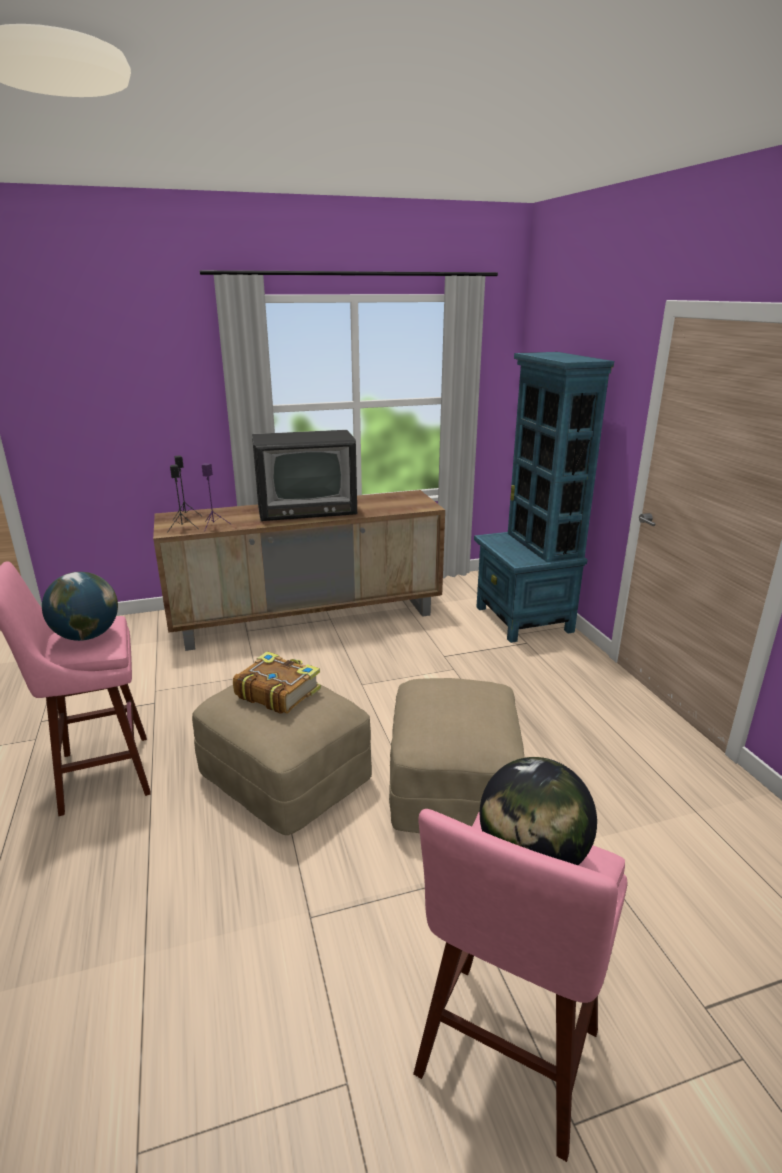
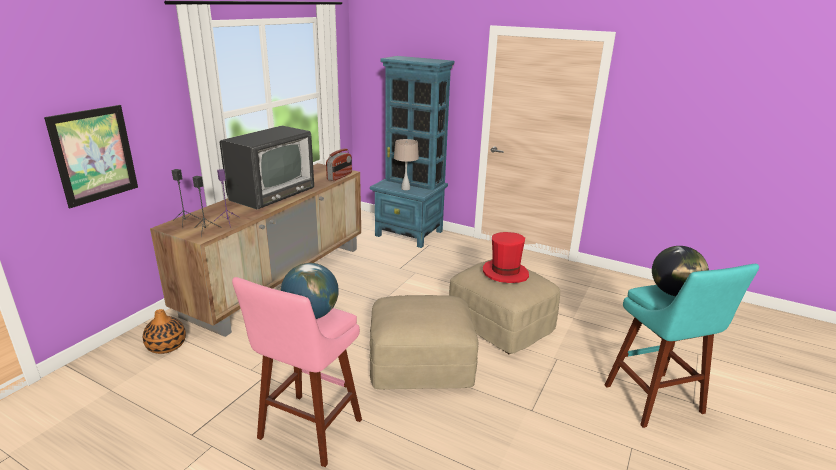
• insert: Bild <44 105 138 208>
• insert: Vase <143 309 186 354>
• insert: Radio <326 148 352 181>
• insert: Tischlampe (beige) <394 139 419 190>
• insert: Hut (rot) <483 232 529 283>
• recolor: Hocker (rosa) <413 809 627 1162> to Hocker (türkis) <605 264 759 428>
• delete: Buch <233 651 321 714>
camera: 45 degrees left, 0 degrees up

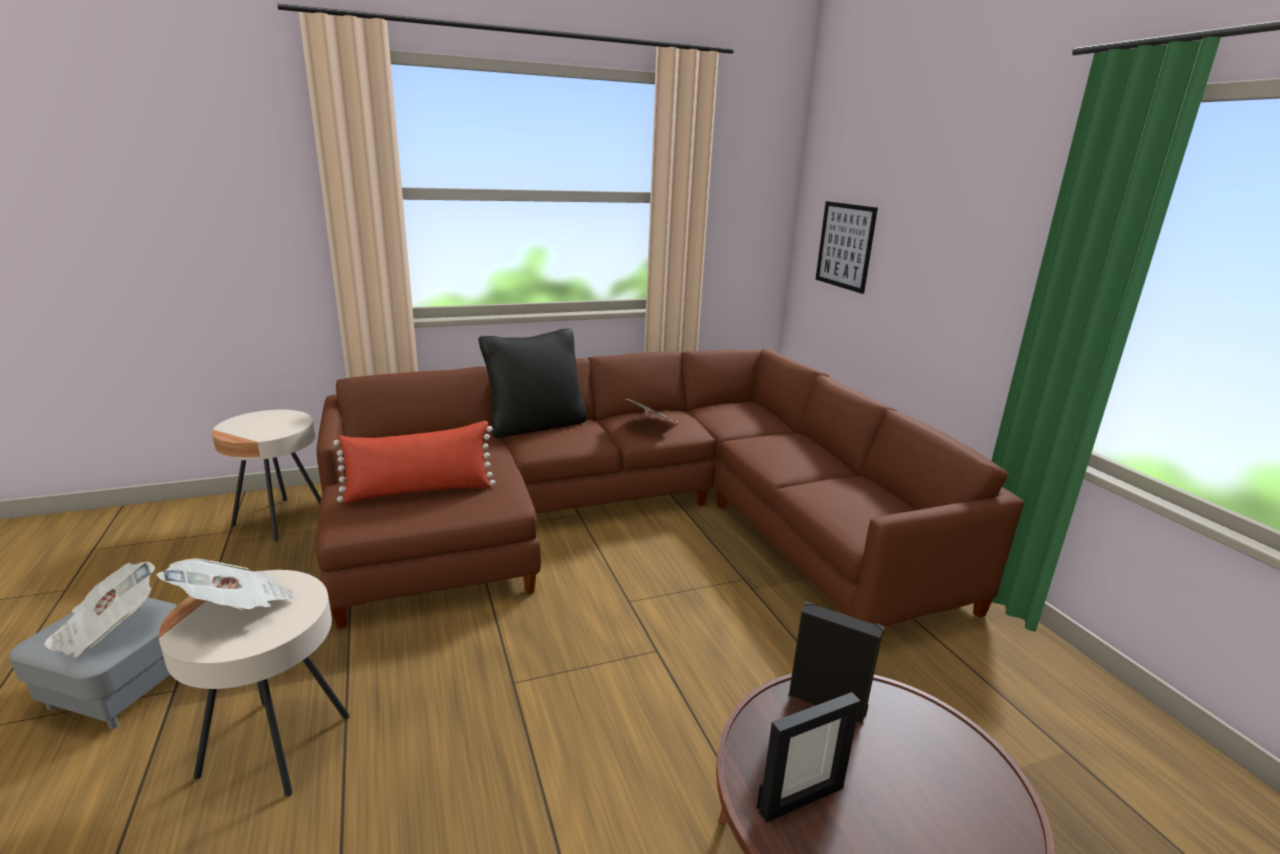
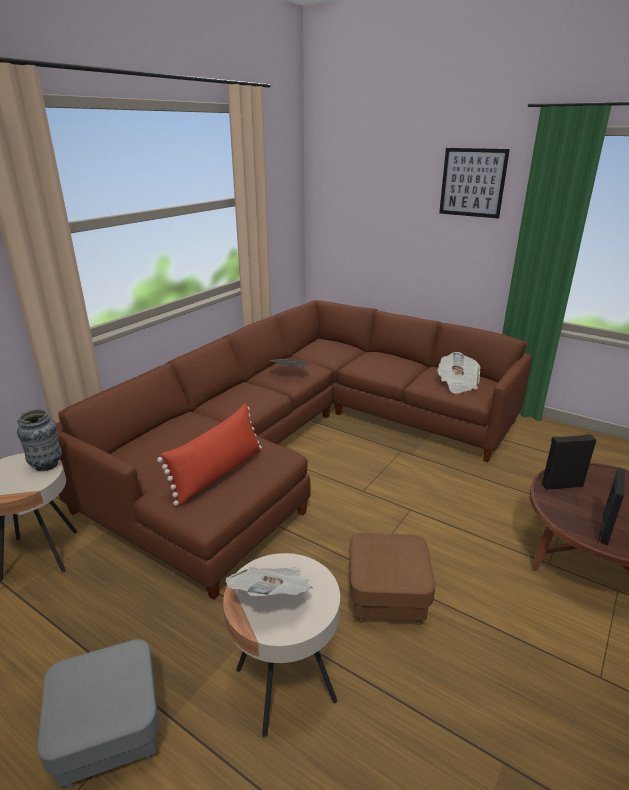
• insert: Vase <17 409 62 471>
• insert: Polsterhocker (braun) <349 533 435 625>
• move: Zeitung <44 562 156 657> to <437 352 481 394>
• move: Bild <816 201 878 294> to <439 148 510 219>
• delete: Kissen (schwarz) <478 328 587 438>
camera: 35 degrees left, 5 degrees up

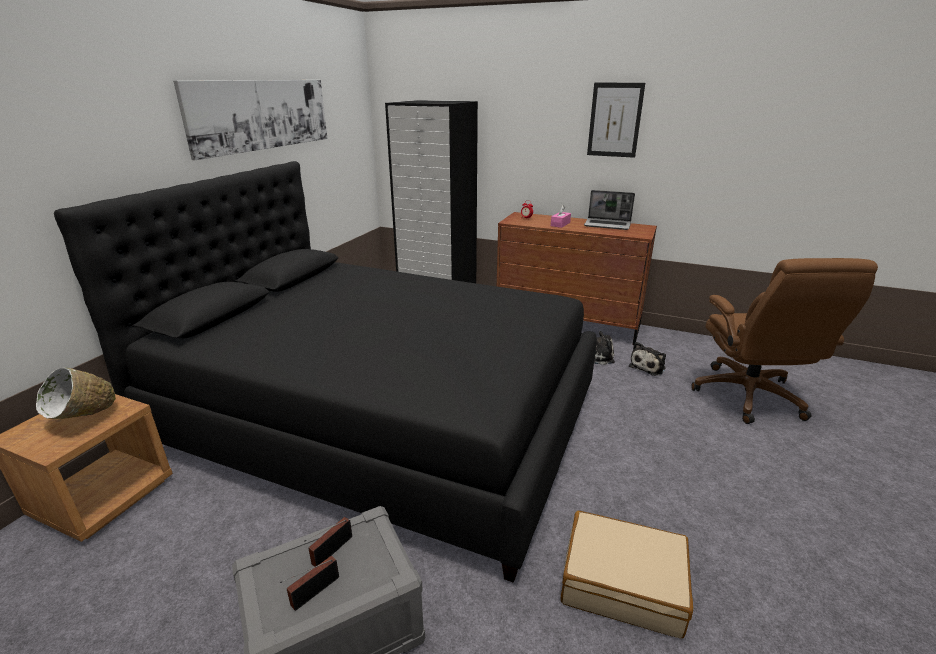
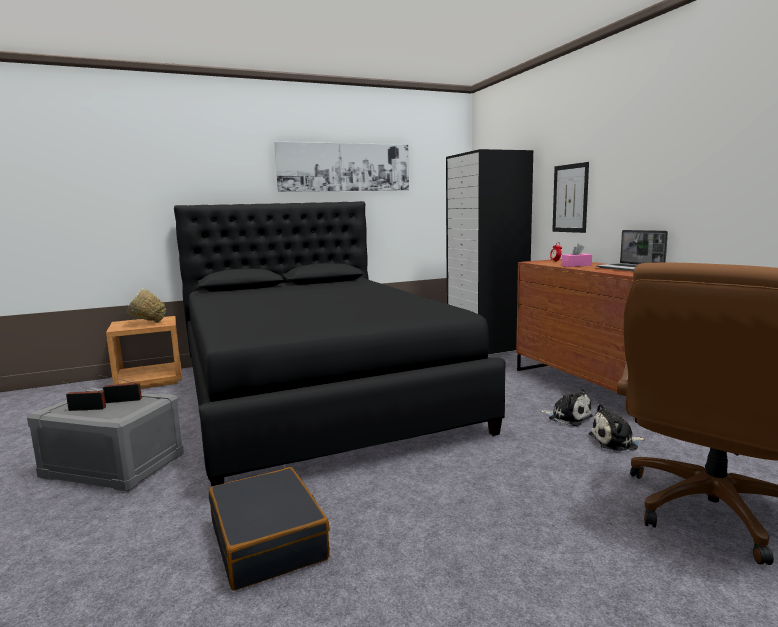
• recolor: Koffer (beige) <561 511 693 638> to Koffer (schwarz) <209 467 330 591>
• move: Bild <587 83 645 158> to <552 162 589 233>
camera: 45 degrees right, 15 degrees down

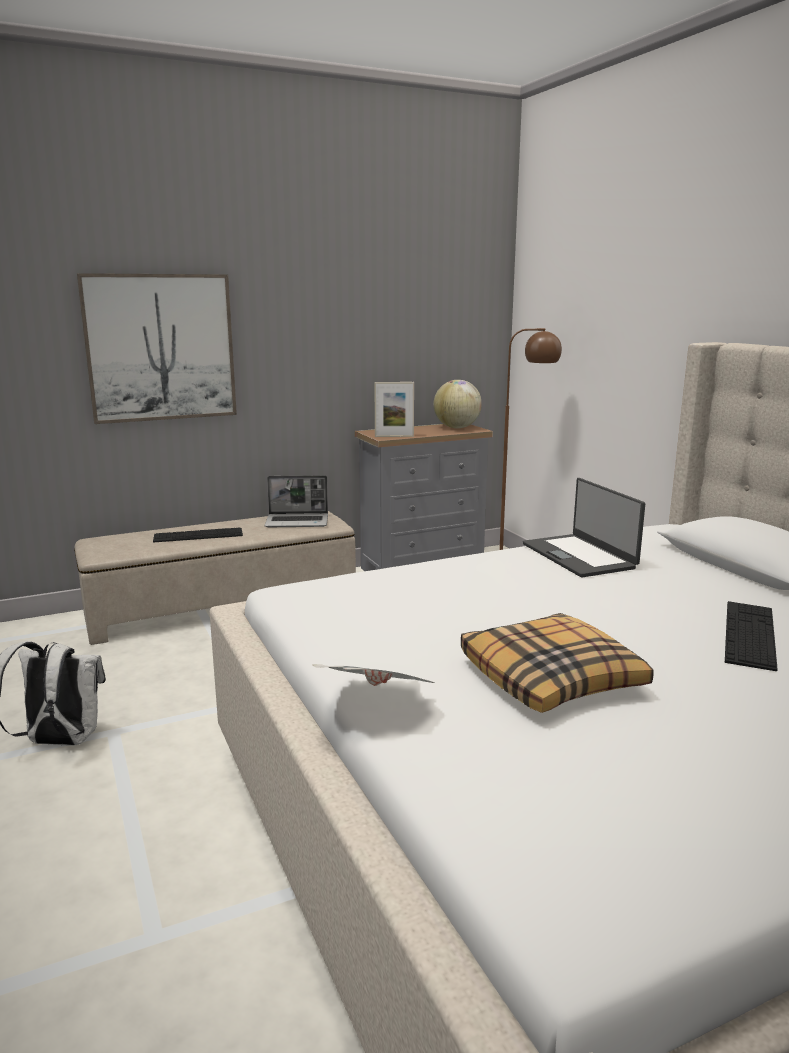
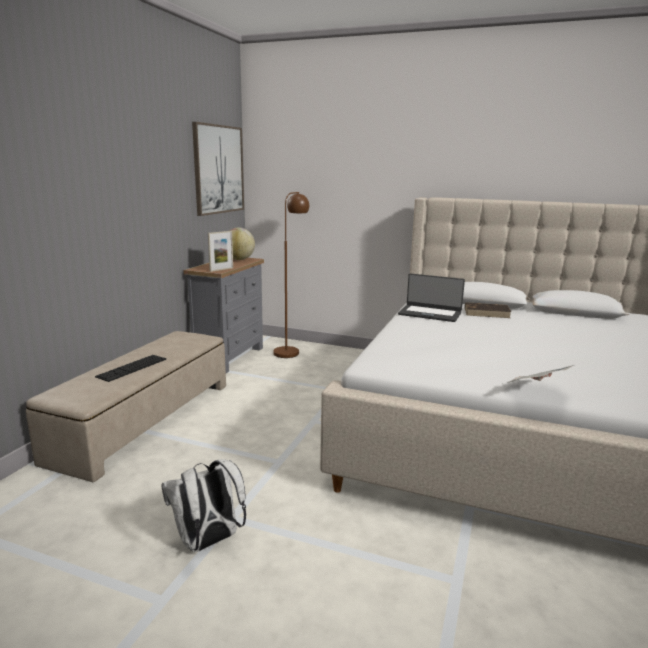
• move: Bild <77 273 237 424> to <192 122 244 216>
• insert: Buch (braun) <465 302 511 318>
• delete: Laptop <265 475 328 527>
• delete: Kissen <461 613 654 713>
• delete: Tastatur <725 601 778 671>
camera: 45 degrees left, 0 degrees up

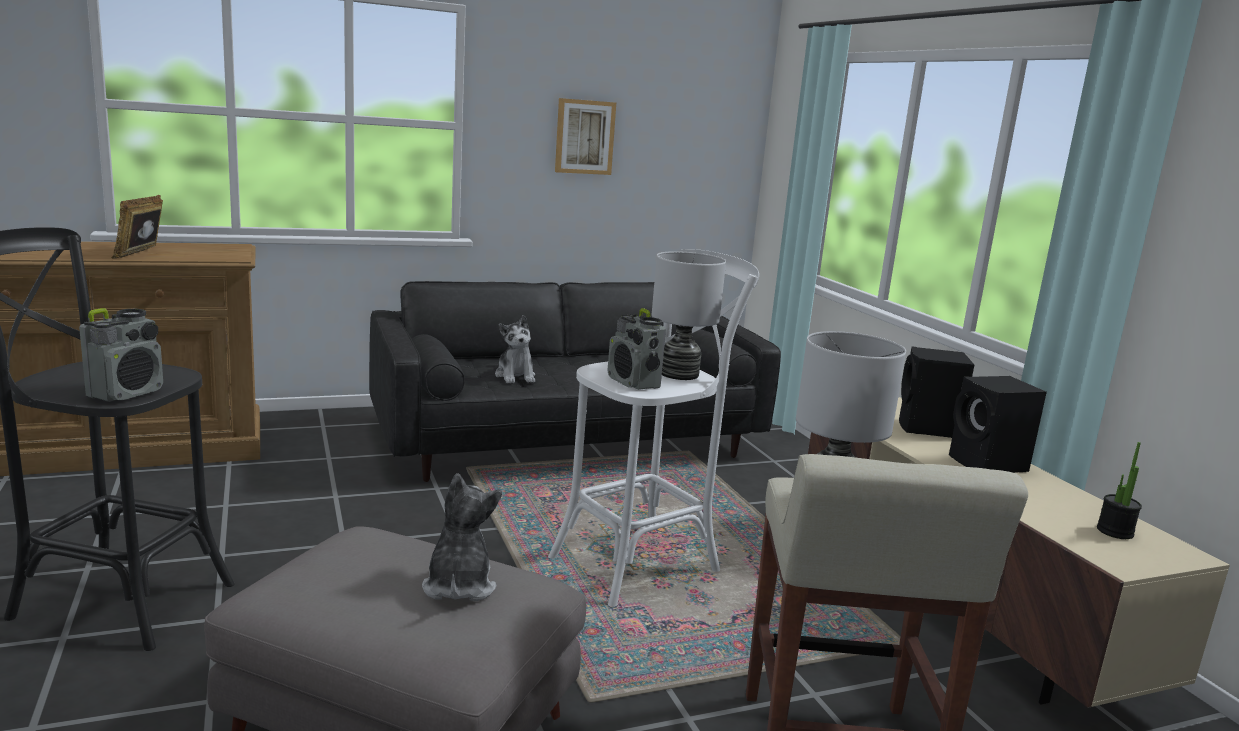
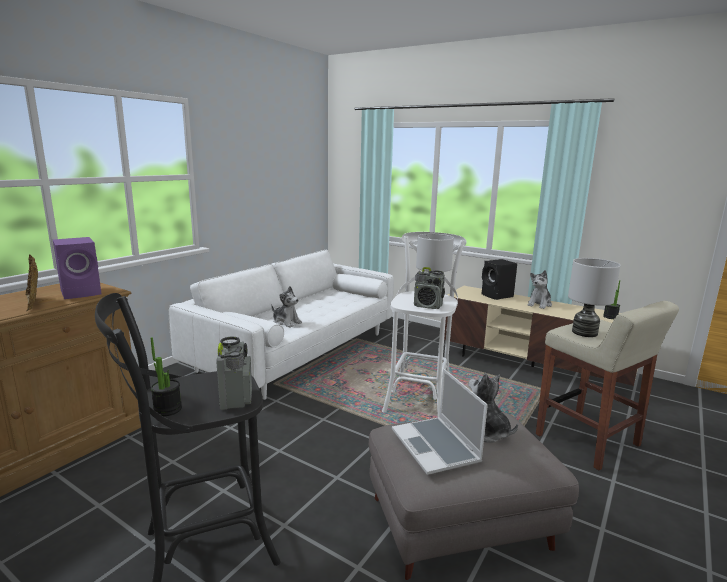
• insert: Lautsprecher (lila) <53 237 102 299>
• insert: Topfpflanze <151 337 182 416>
• recolor: Sofa (schwarz) <369 281 781 482> to Sofa (weiß) <168 250 394 400>
• insert: Laptop <392 369 488 475>
• replace: Lautsprecher (schwarz) <949 376 1047 473> to Plüschtier <527 270 552 309>
• delete: Bild <555 98 616 175>
camera: 35 degrees left, 0 degrees up

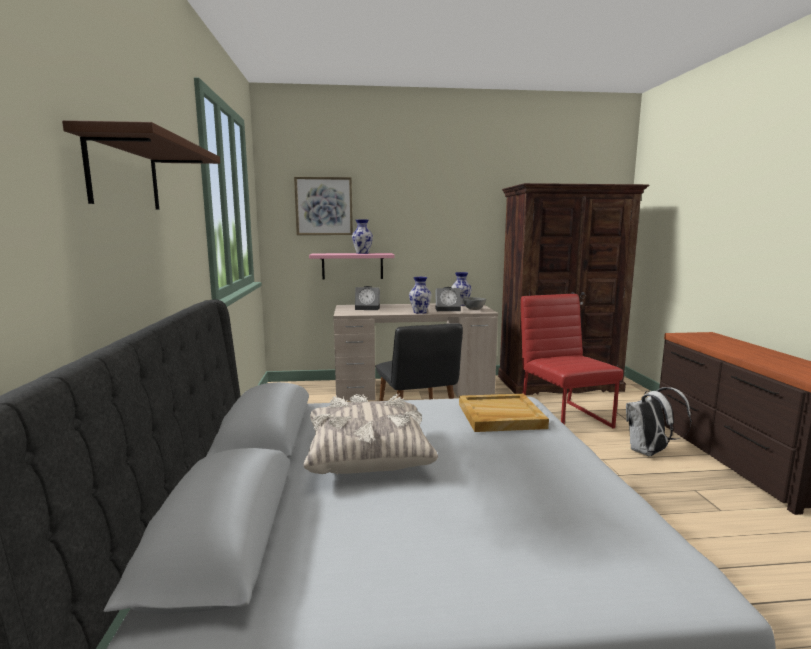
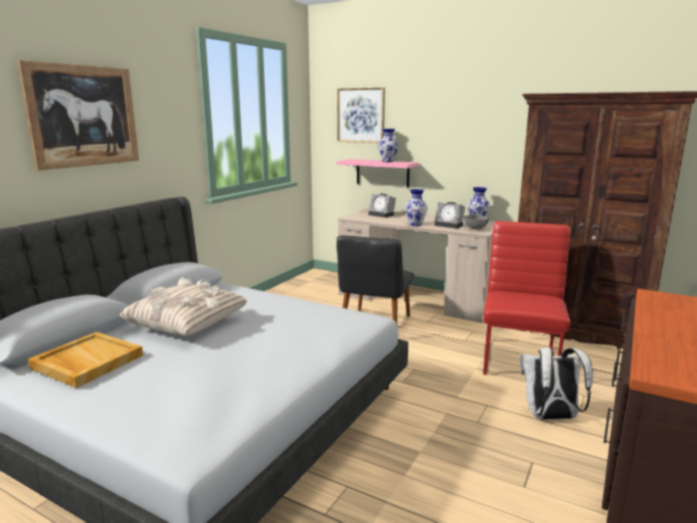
• replace: Wandregal (braun) <62 120 220 210> to Bild <17 60 139 171>
• move: Tablett (beige) <459 394 549 432> to <28 332 143 388>
camera: 35 degrees right, 5 degrees up

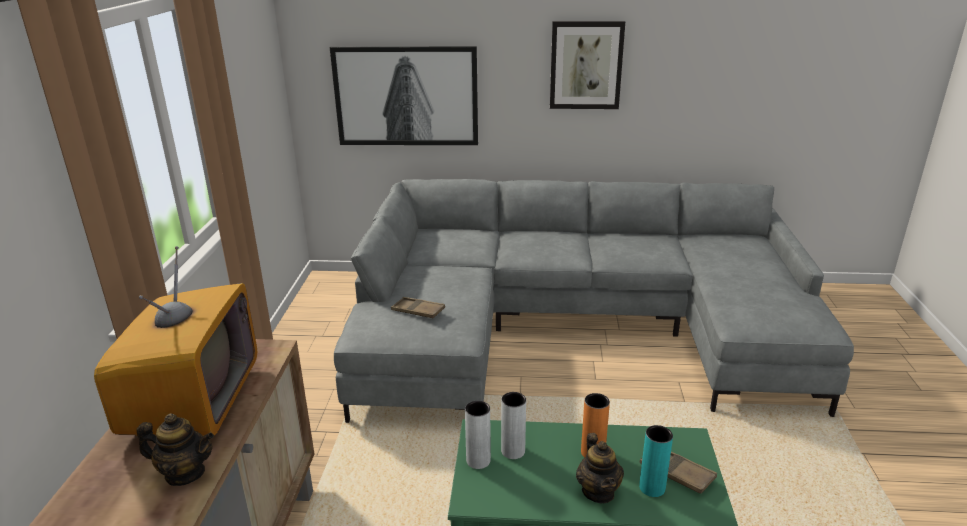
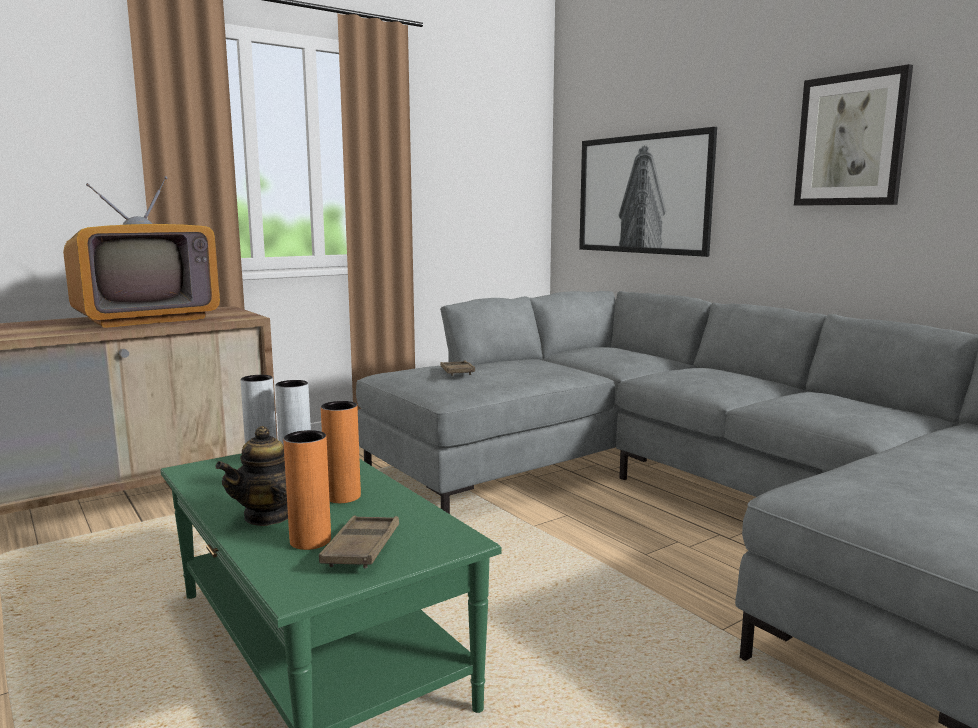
• recolor: Vase (türkis) <639 425 673 497> to Vase (orange) <283 430 331 550>
• delete: Teekanne <137 414 214 486>
camera: 50 degrees right, 15 degrees down

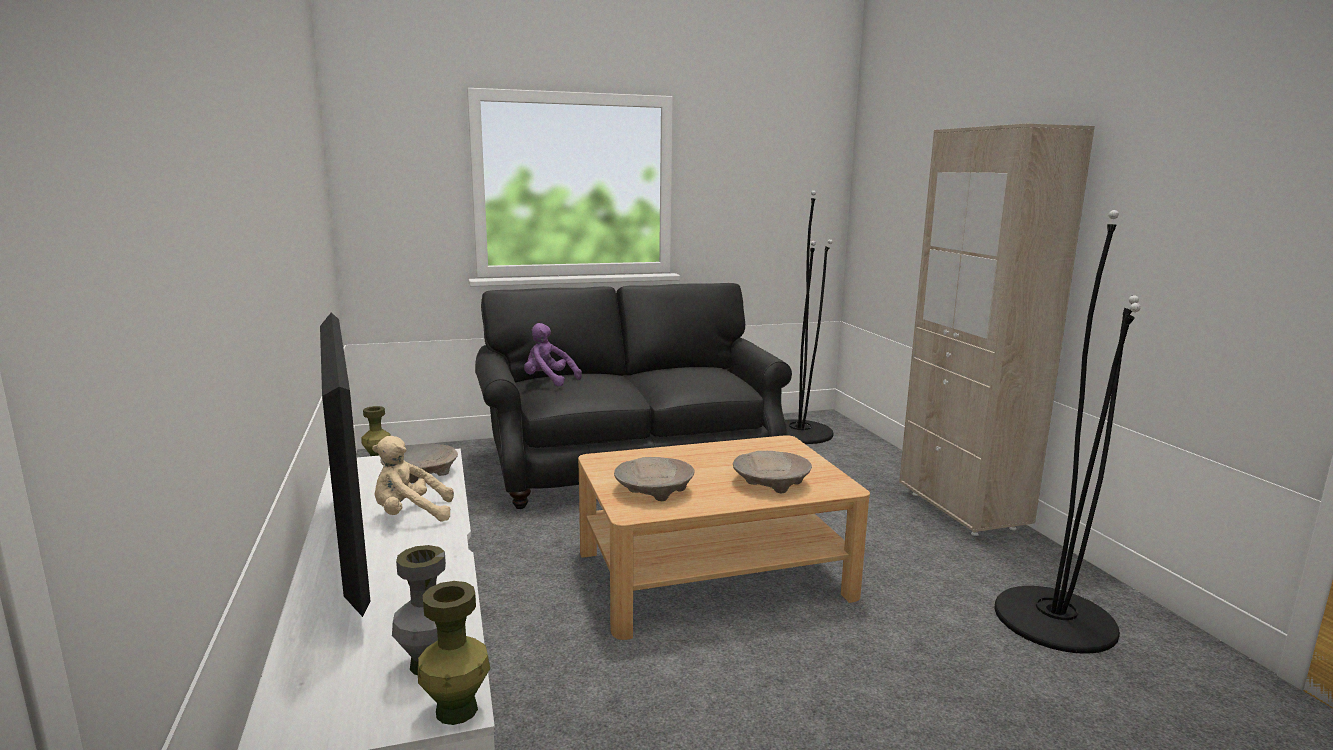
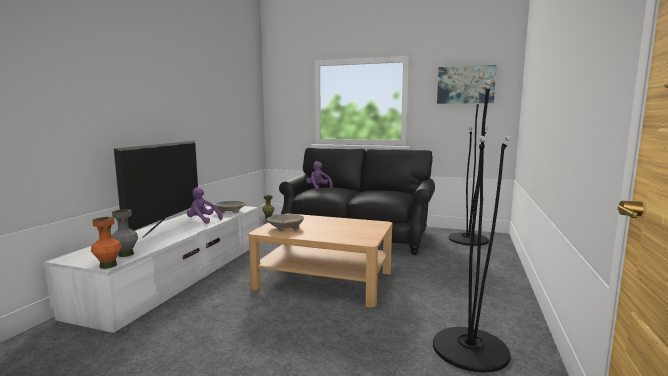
• recolor: Vase (grün) <418 581 490 725> to Vase (orange) <91 217 122 269>
• recolor: Plüschtier (beige) <372 436 454 522> to Plüschtier (lila) <187 187 223 224>
• insert: Bild <437 65 497 104>
• delete: Schüssel (beige) <733 451 812 494>
• delete: Schrank (beige) <899 124 1095 536>
camera: 35 degrees right, 5 degrees down

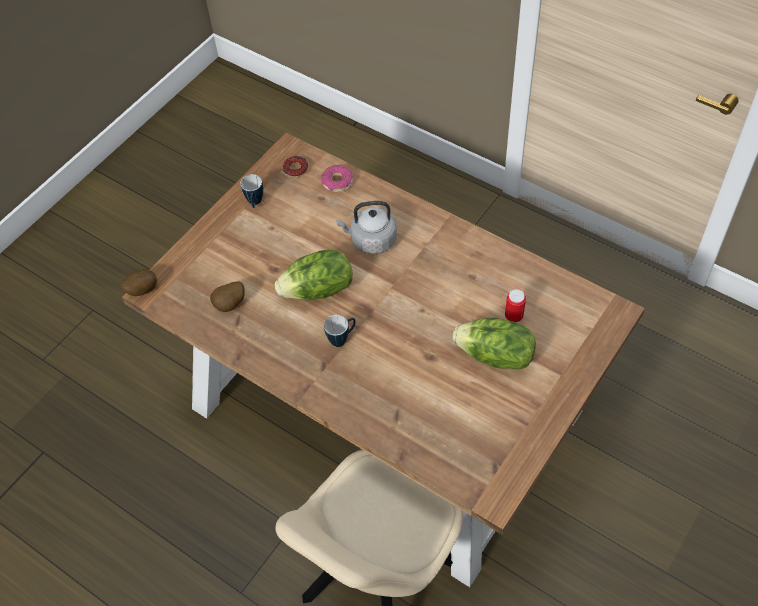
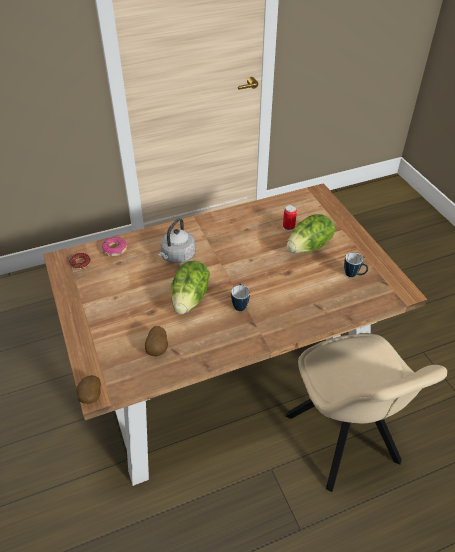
• move: Henkelbecher <240 174 263 208> to <344 252 368 277>
camera: 60 degrees left, 10 degrees down

